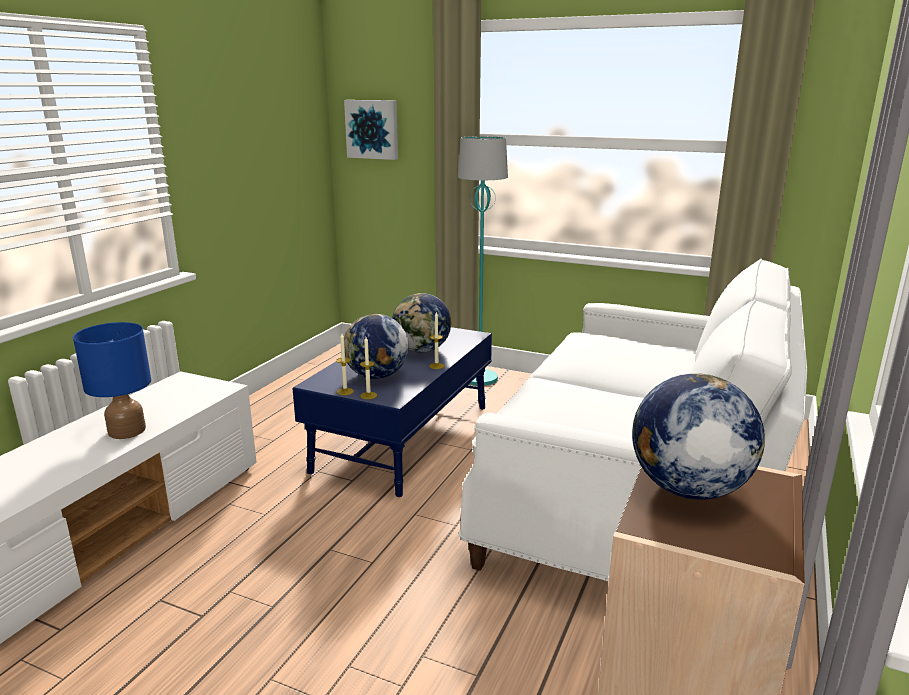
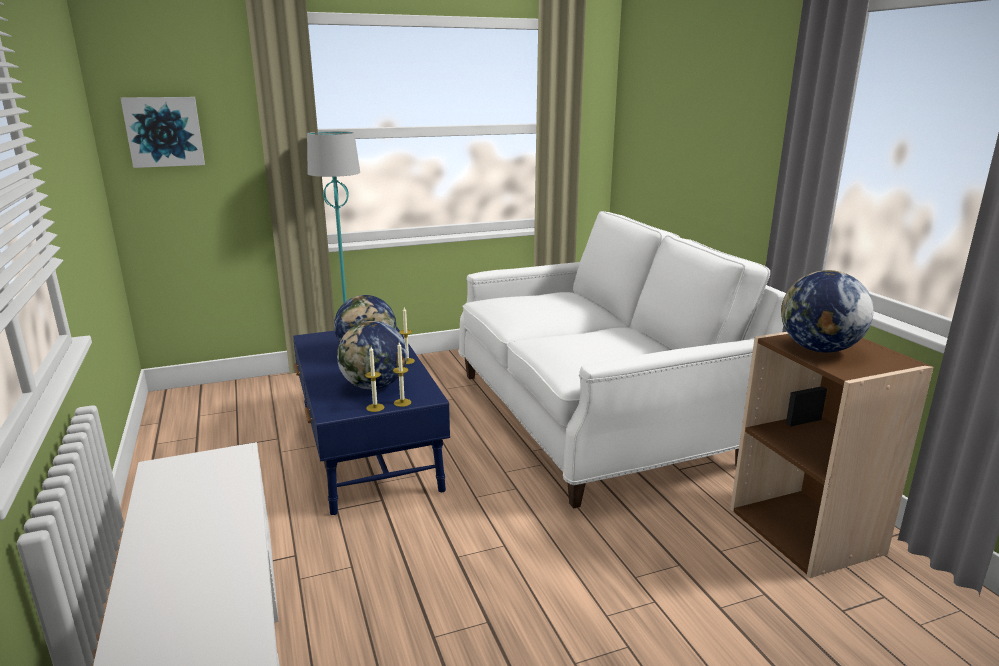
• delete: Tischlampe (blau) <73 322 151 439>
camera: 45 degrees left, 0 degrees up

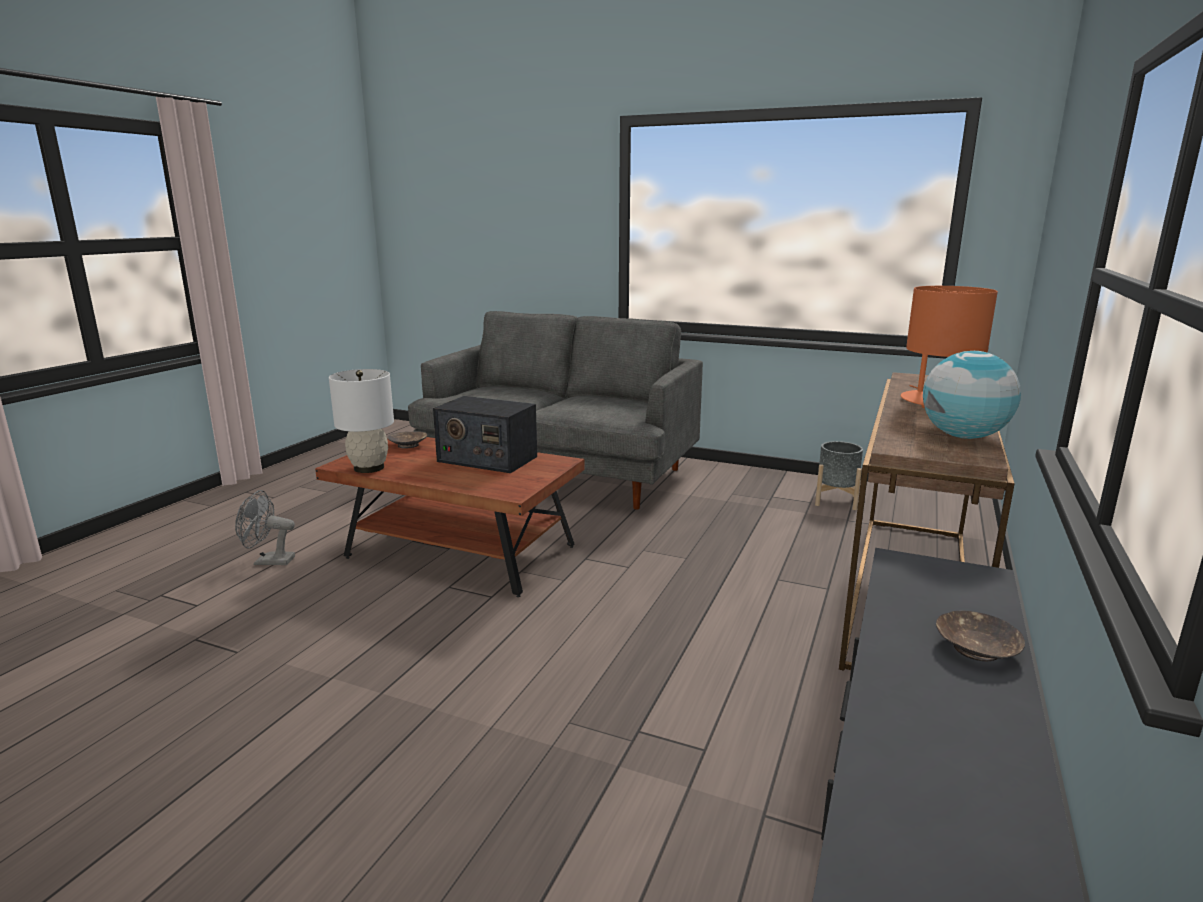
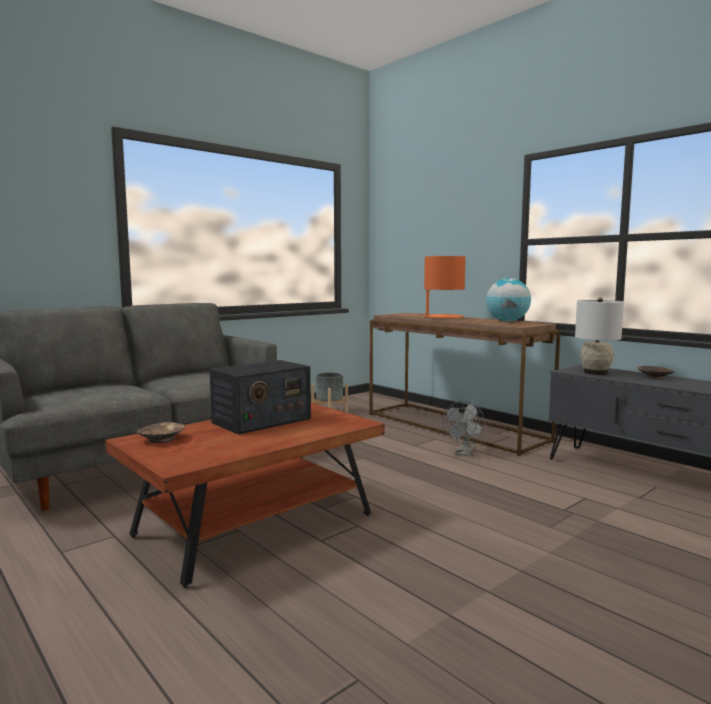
• move: Ventilator (grau) <235 490 295 565> to <443 401 485 456>
• move: Tischlampe (weiß) <329 369 394 473> to <575 297 624 375>
camera: 65 degrees left, 10 degrees down

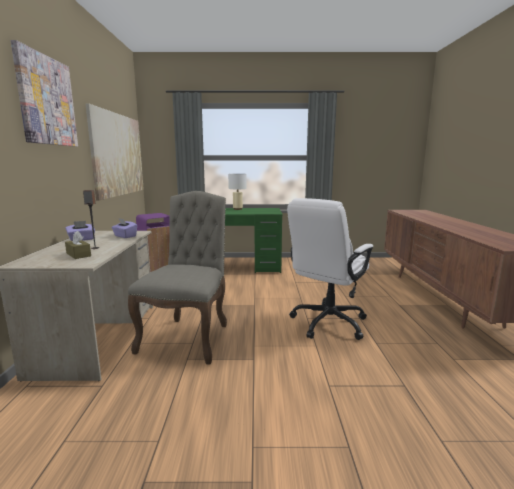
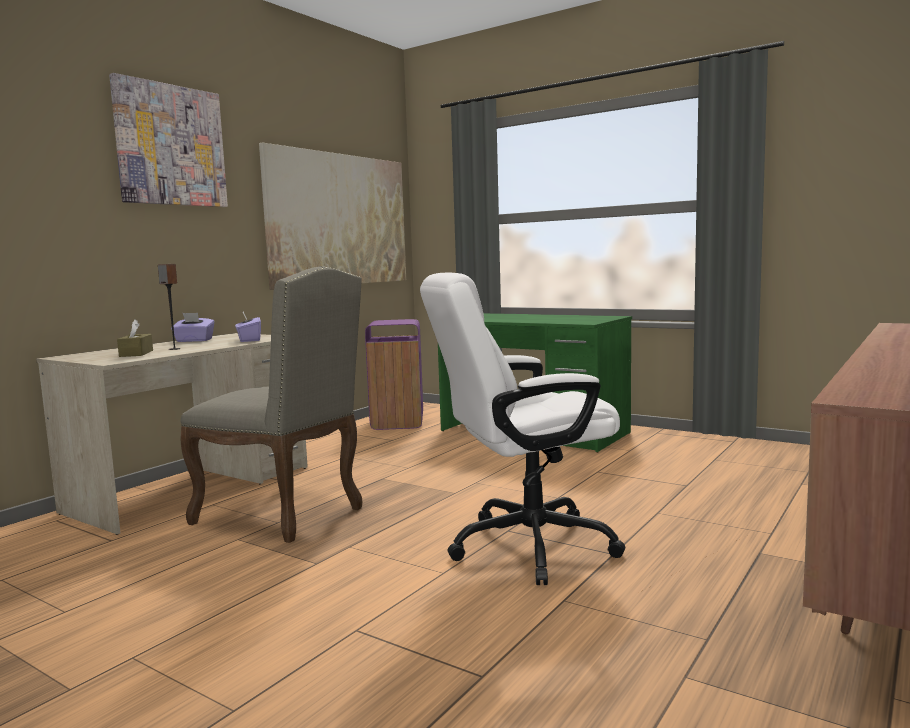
• rotate: Stuhl (grau) <128 191 227 365> = <181 266 362 543> 75 degrees clockwise
• delete: Tischlampe (weiß) <228 174 247 210>
camera: 35 degrees right, 5 degrees down

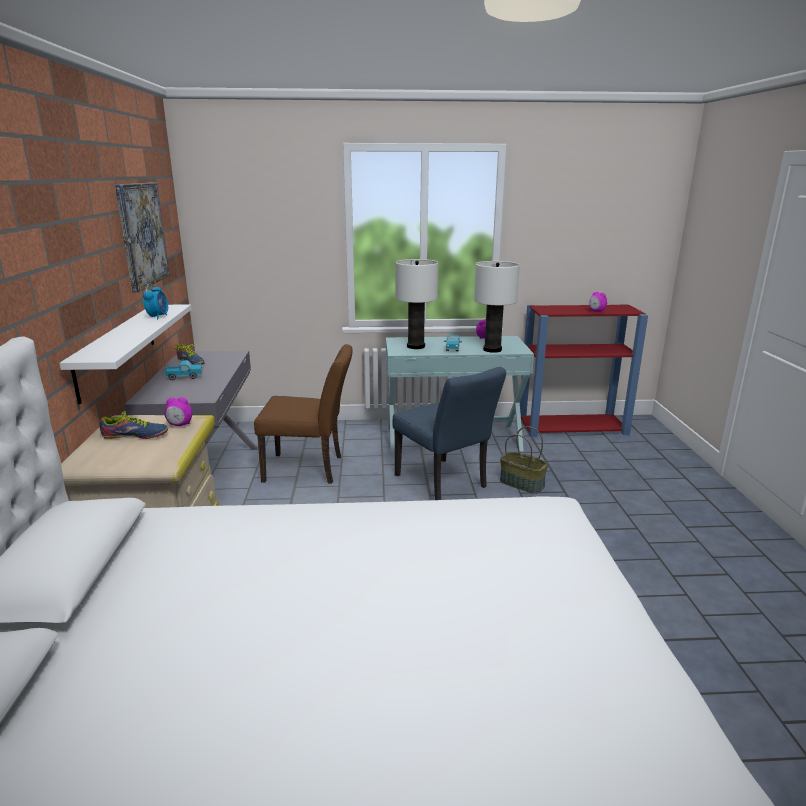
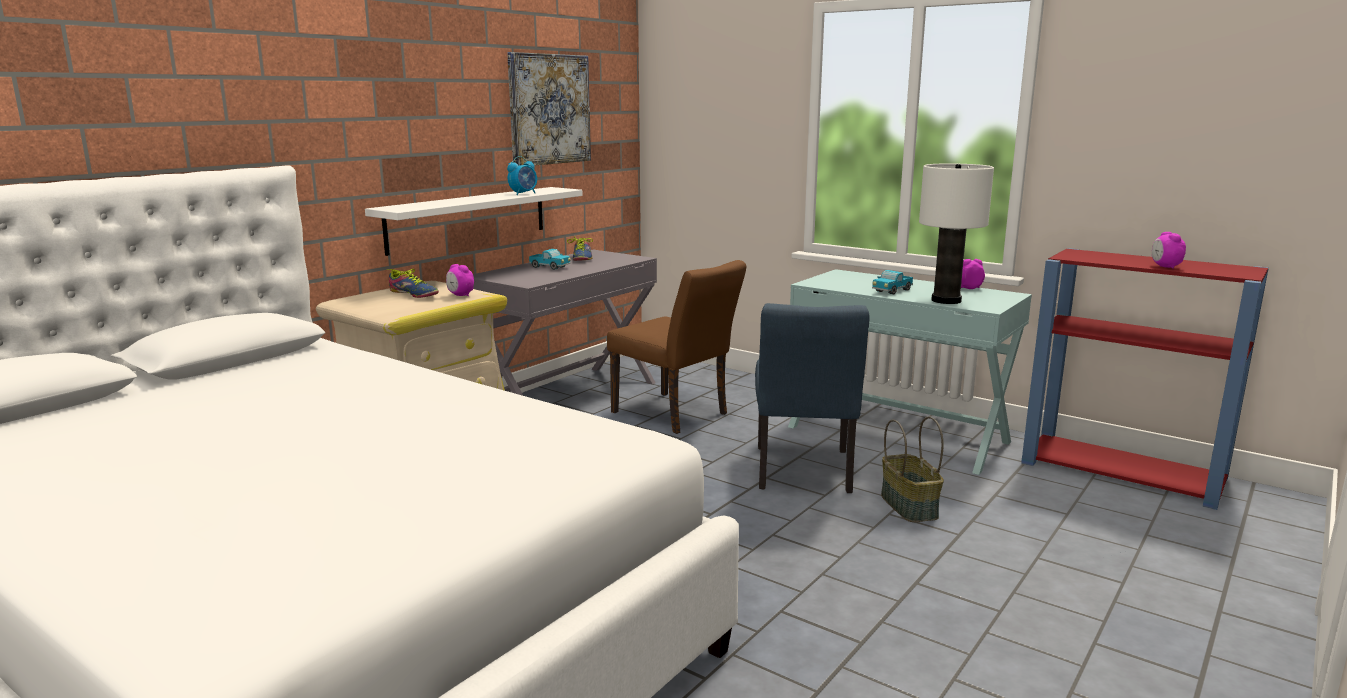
• delete: Tischlampe (weiß) <396 259 438 349>
camera: 40 degrees right, 5 degrees down

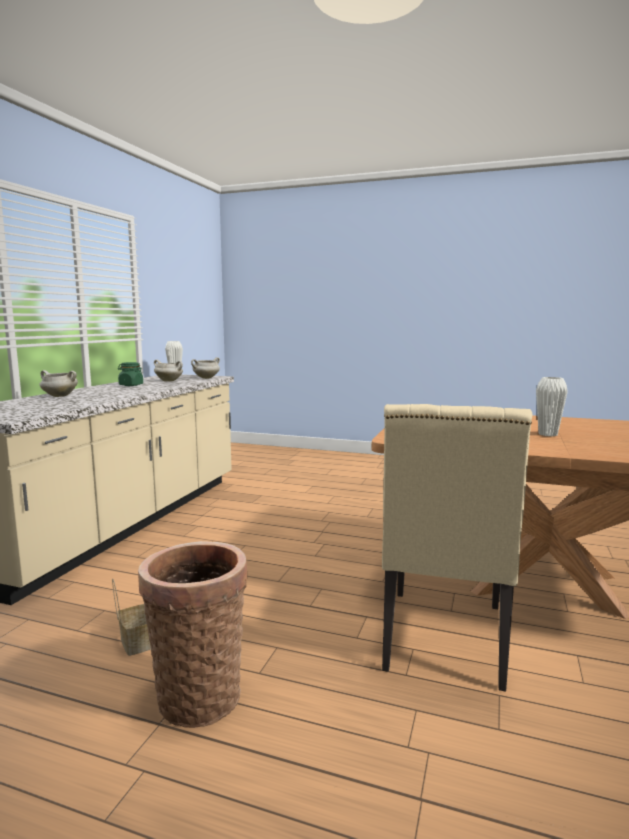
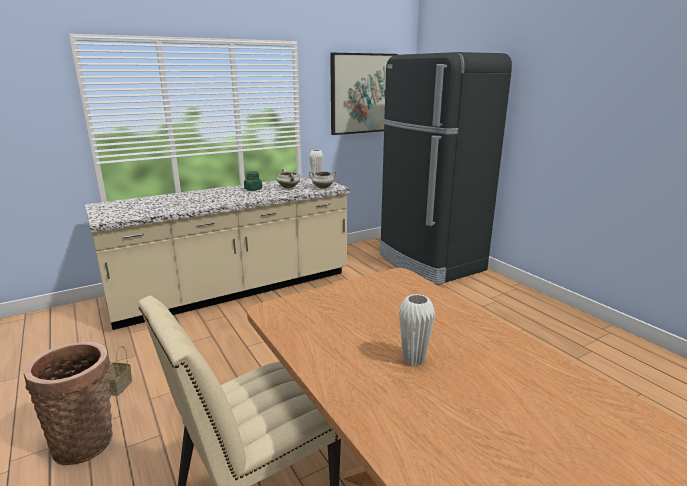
• insert: Bild <330 53 398 135>
• insert: Kühlschrank (schwarz) <380 52 512 285>
• delete: Kochtopf (weiß) <40 370 78 397>
camera: 40 degrees right, 10 degrees up

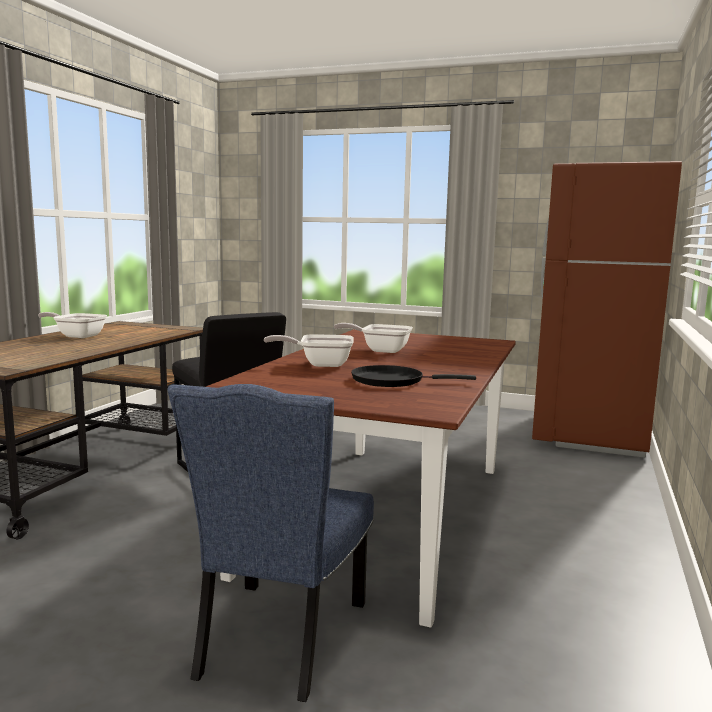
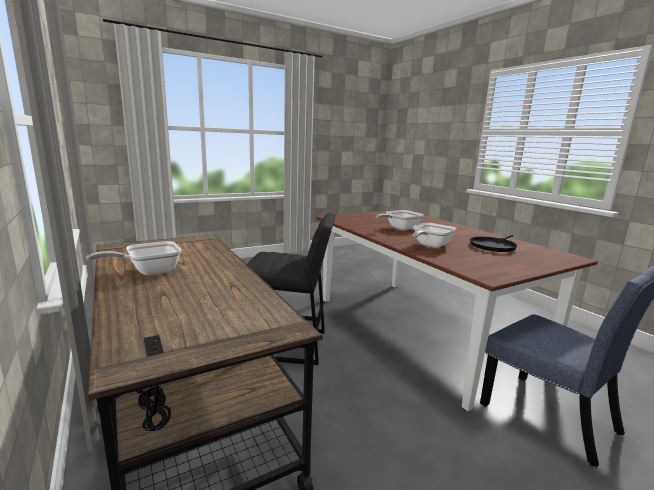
• delete: Kühlschrank (braun) <532 161 682 458>
camera: 50 degrees left, 5 degrees up

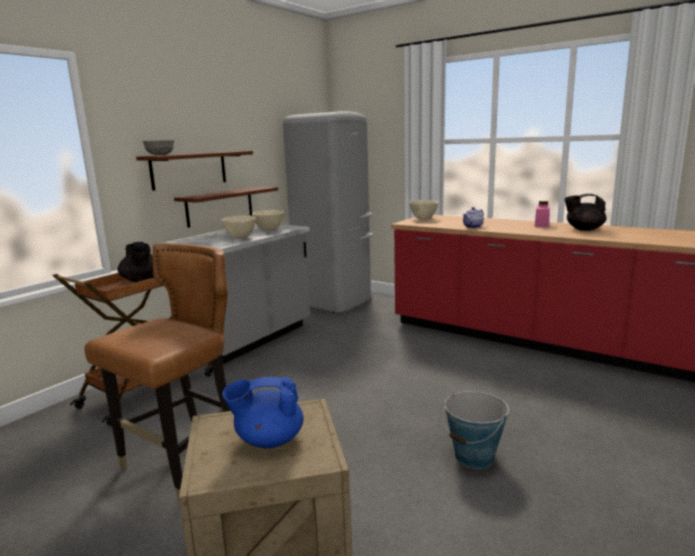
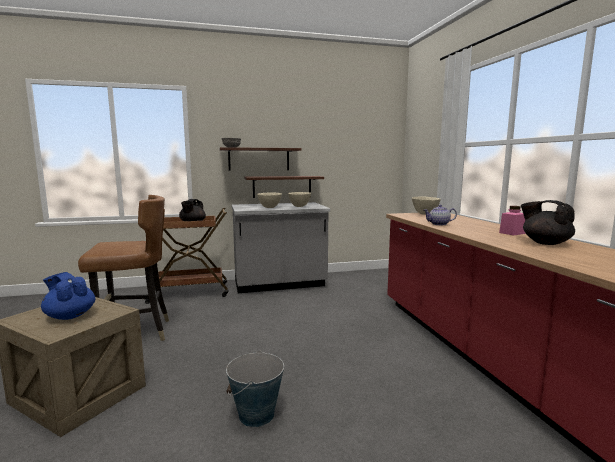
• delete: Kühlschrank (grau) <283 111 373 313>
camera: 40 degrees right, 5 degrees down

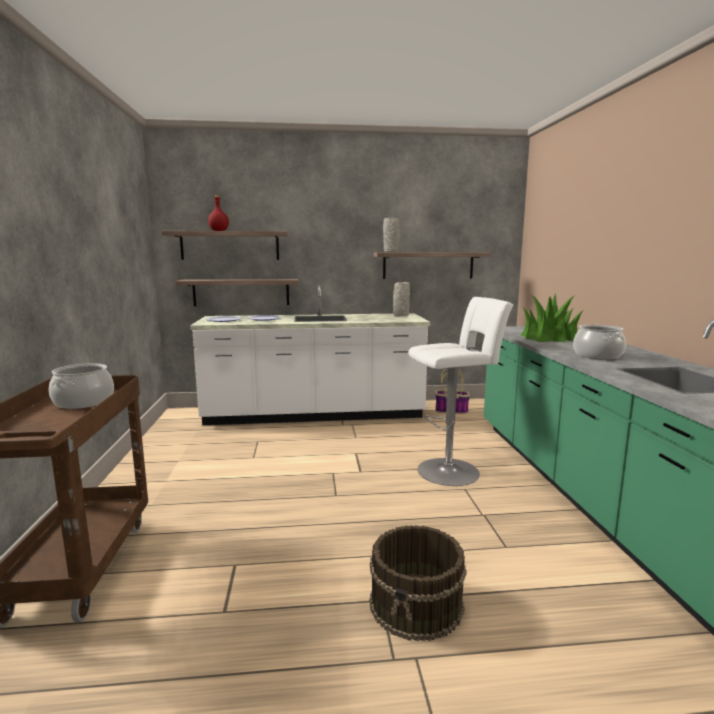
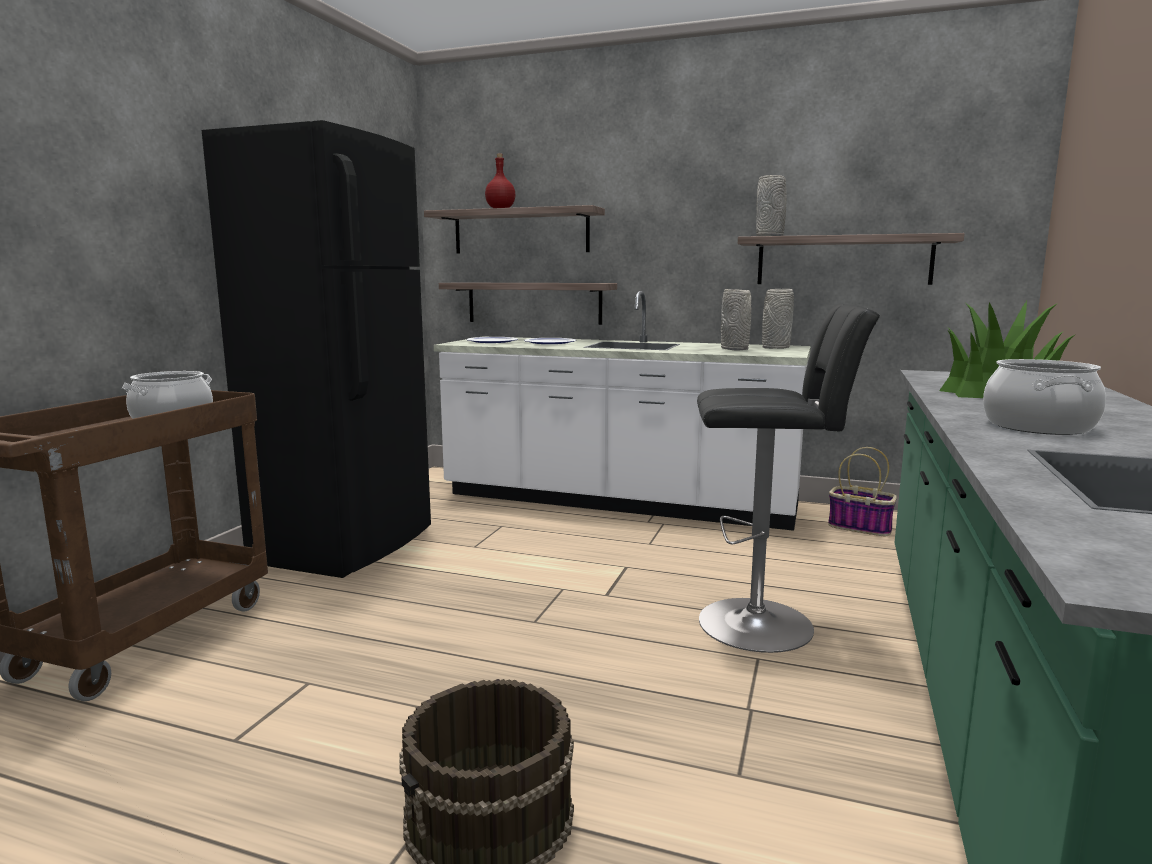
• insert: Kühlschrank (schwarz) <202 120 431 578>
• recolor: Hocker (weiß) <408 297 513 486> to Hocker (schwarz) <697 304 880 653>
• insert: Vase (grau) <721 289 751 350>
camera: 25 degrees right, 0 degrees up

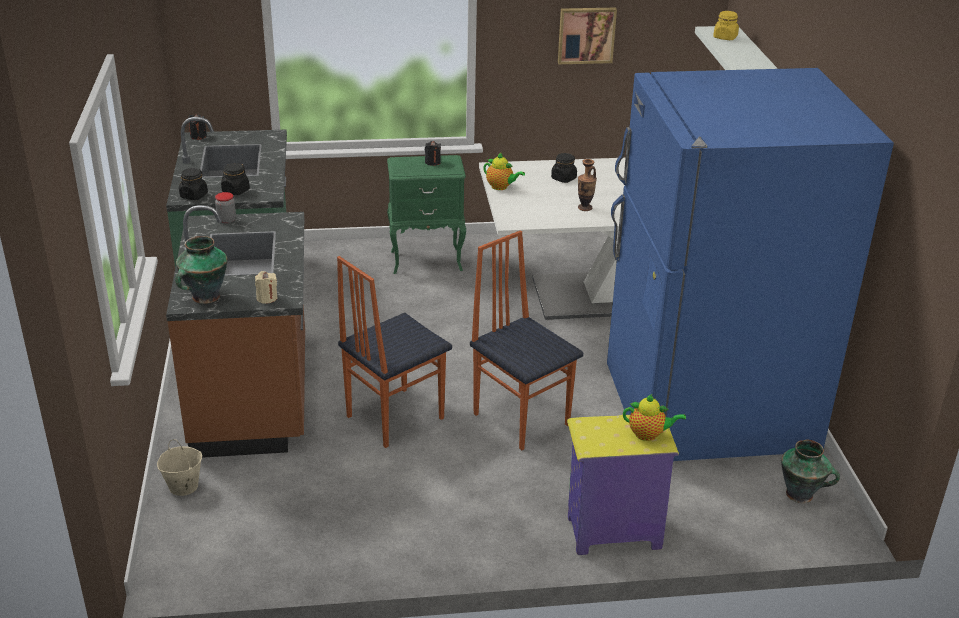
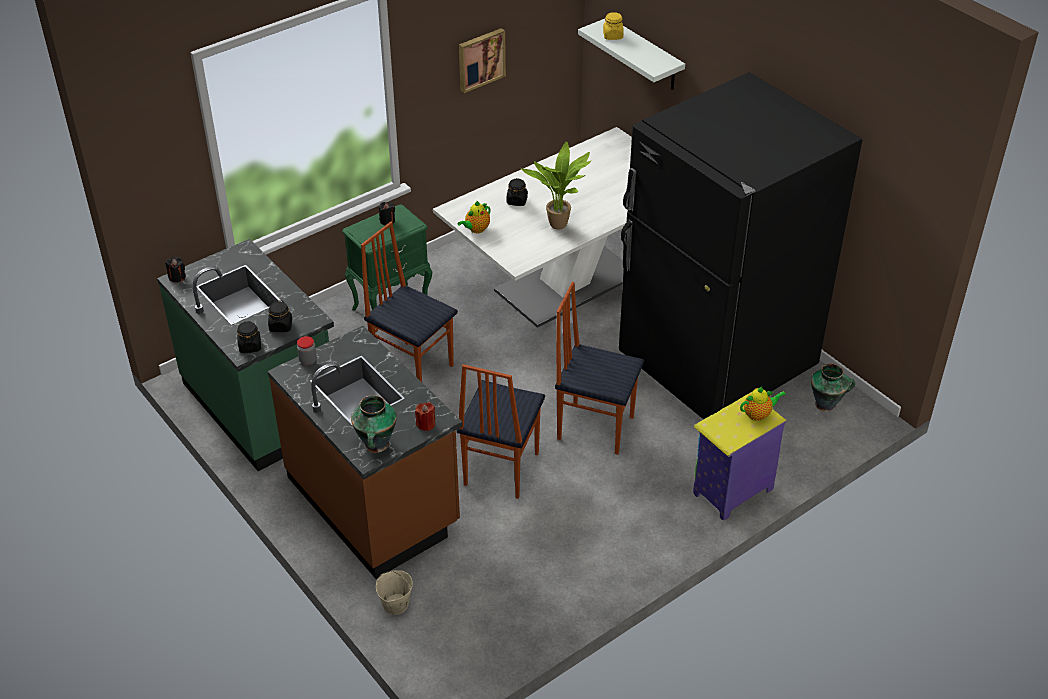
• insert: Stuhl <361 222 458 382>
• recolor: Kerze (beige) <255 271 277 304> to Kerze (rot) <415 402 435 431>
• rotate: Teekanne <483 153 525 190> = <458 201 491 233> 135 degrees clockwise
• replace: Vase <578 159 597 211> to Topfpflanze <521 141 592 230>
• recolor: Kühlschrank (blau) <607 68 894 462> to Kühlschrank (schwarz) <619 72 863 420>
camera: 30 degrees left, 10 degrees up

